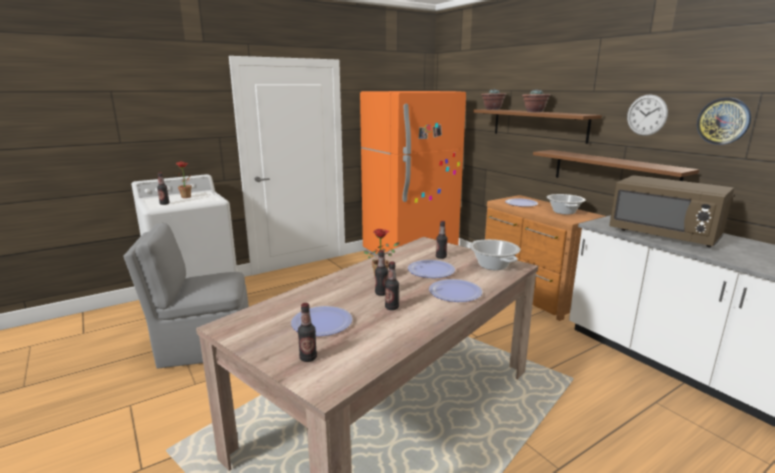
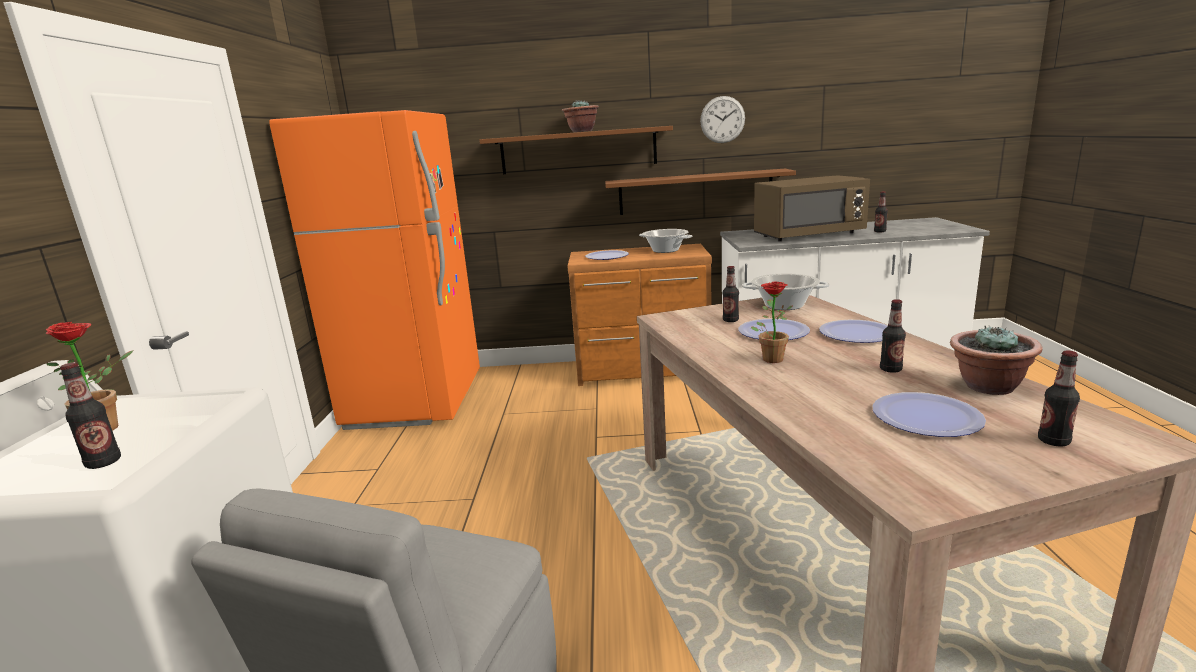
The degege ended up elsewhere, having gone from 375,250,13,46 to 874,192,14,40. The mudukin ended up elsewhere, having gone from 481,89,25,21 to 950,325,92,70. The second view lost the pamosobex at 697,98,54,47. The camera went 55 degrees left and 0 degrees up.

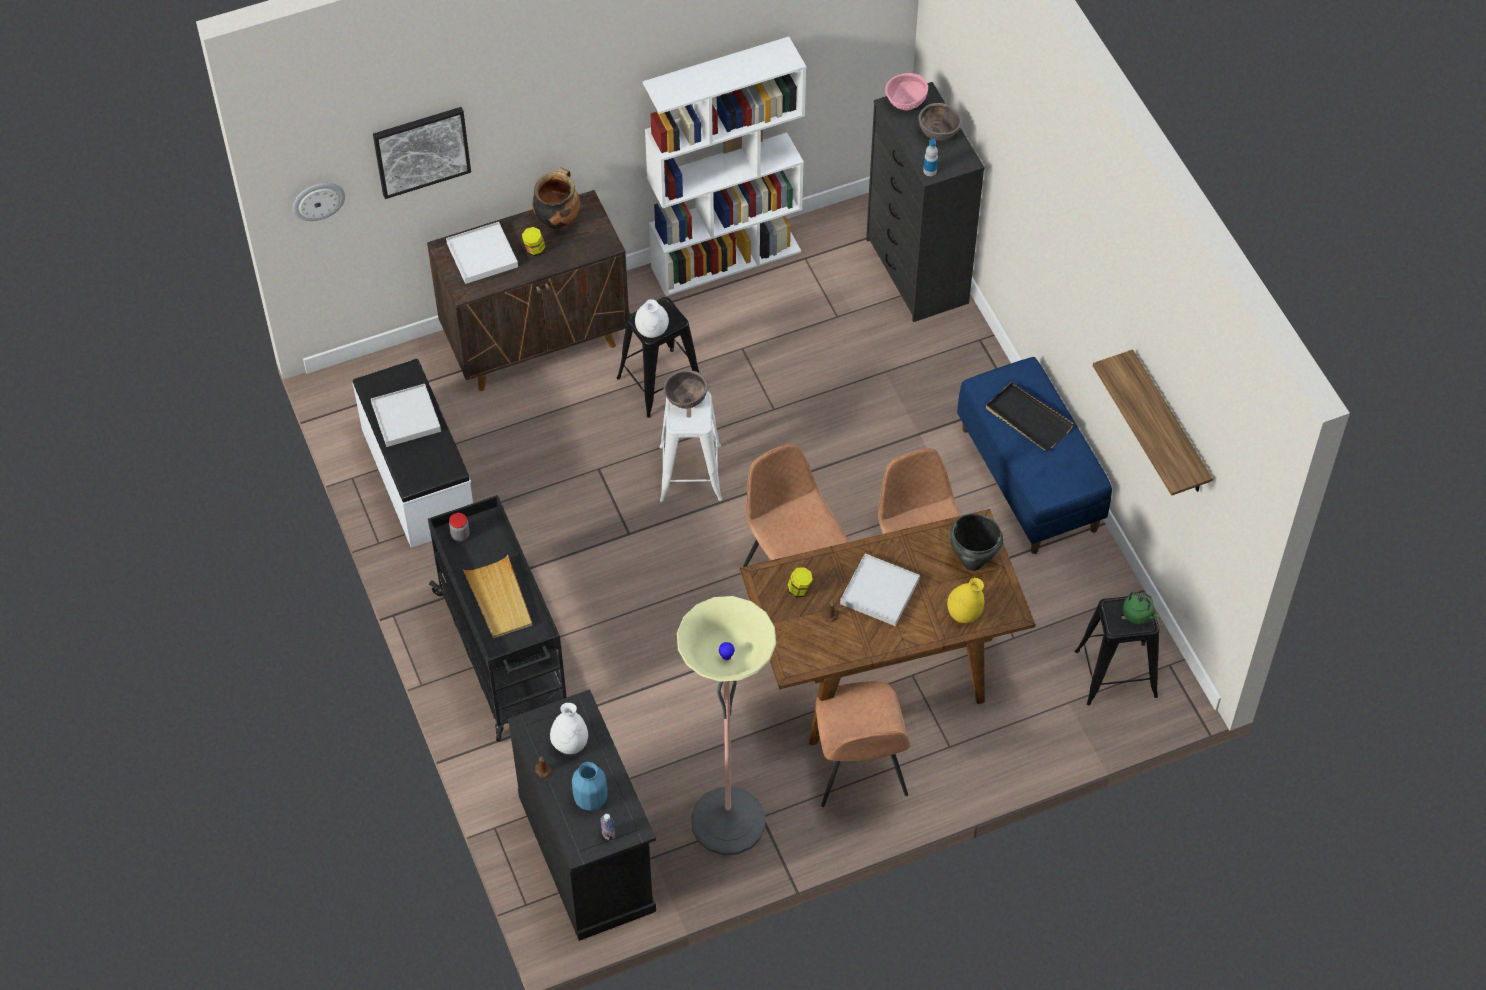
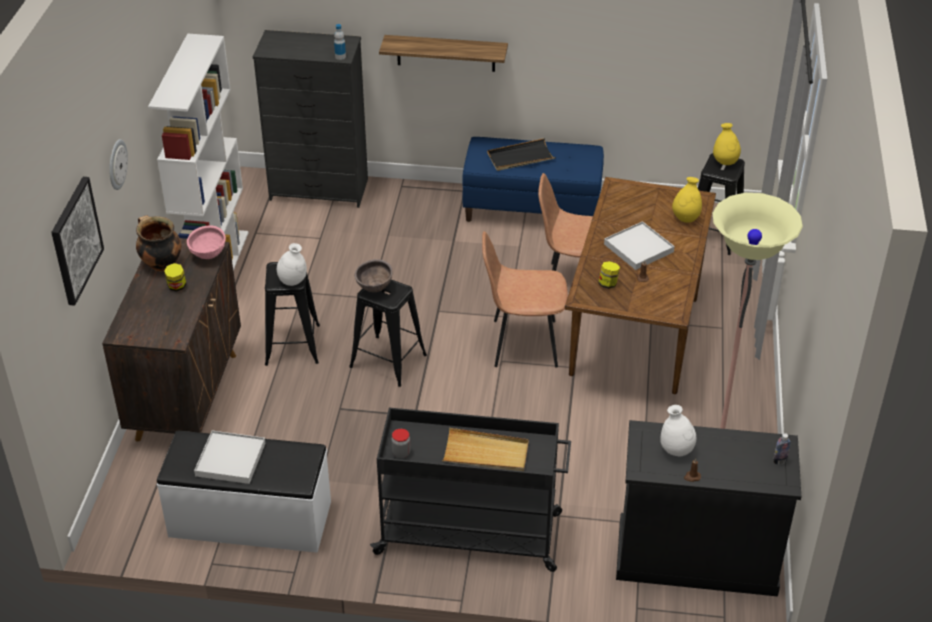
The pamosobex ended up elsewhere, having gone from 293,183,52,38 to 109,139,19,51. The second view lost the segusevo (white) at 446,222,72,62. The second view lost the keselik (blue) at 572,762,35,49. What was the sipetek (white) at 660,391,62,111 turned into the sipetek (black) at 349,280,78,107. The second view lost the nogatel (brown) at 816,681,94,126. The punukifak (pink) ended up elsewhere, having gone from 885,73,43,37 to 187,225,39,34. The second view lost the punukifak (brown) at 918,103,44,38. The second view lost the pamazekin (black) at 950,514,53,57. The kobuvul ended up elsewhere, having gone from 1093,349,120,147 to 379,35,129,37. Where the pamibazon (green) stood at 1123,592,37,32, the keselik (yellow) came to stand at 713,123,28,42. The camera went 60 degrees left and 15 degrees down.

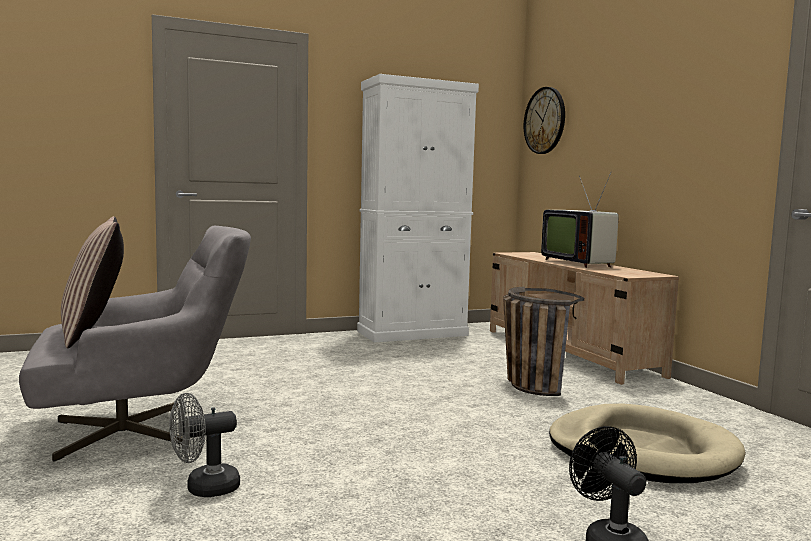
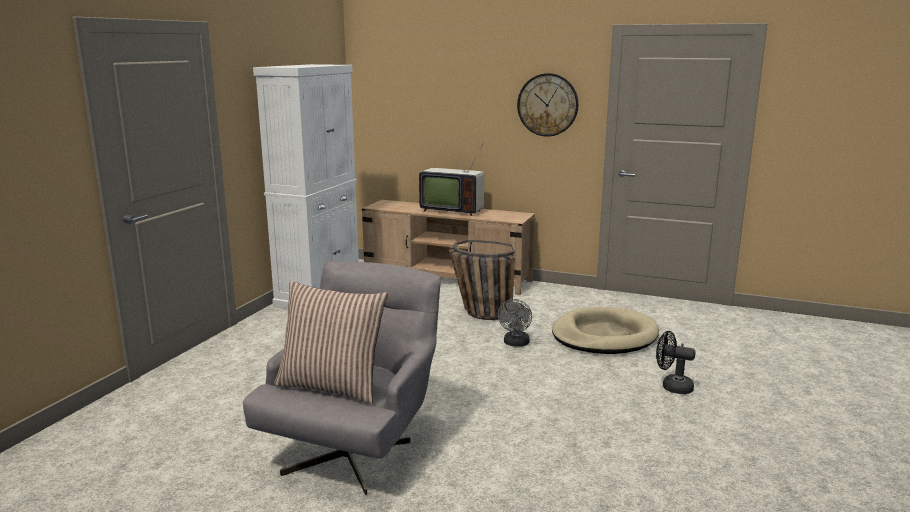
The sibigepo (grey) ended up elsewhere, having gone from 169,393,71,104 to 498,299,34,48. The pamosobex ended up elsewhere, having gone from 524,87,41,67 to 517,73,61,64. The camera went 45 degrees left and 10 degrees up.

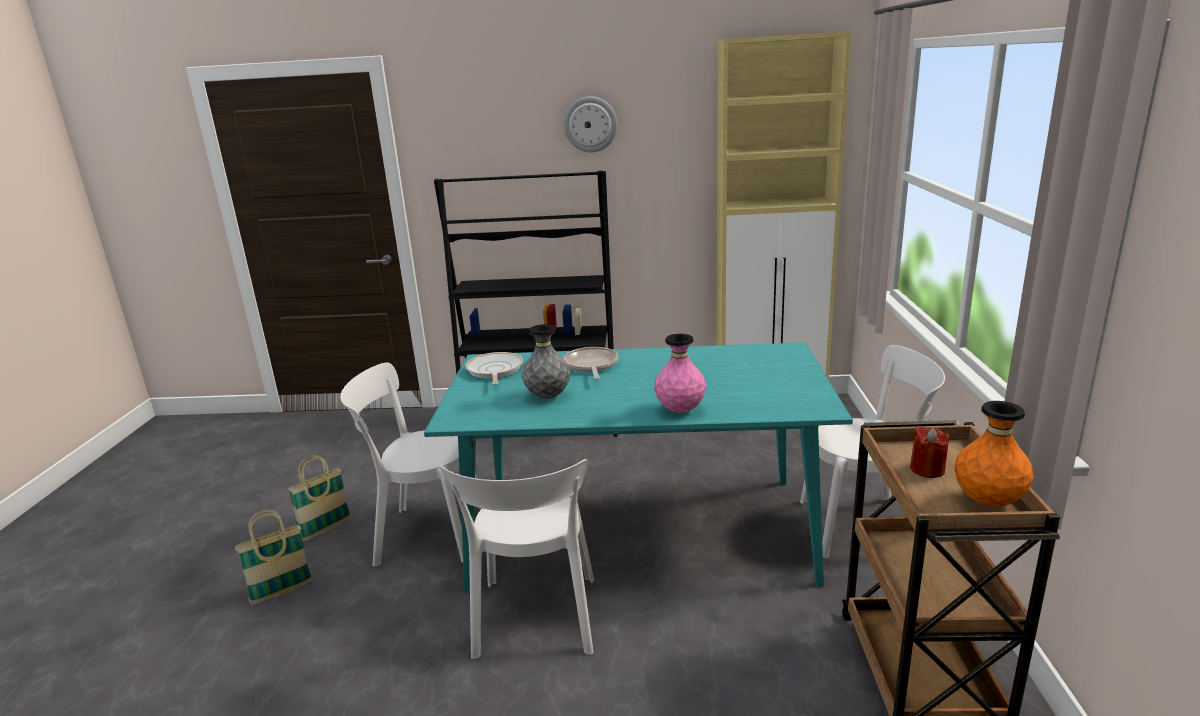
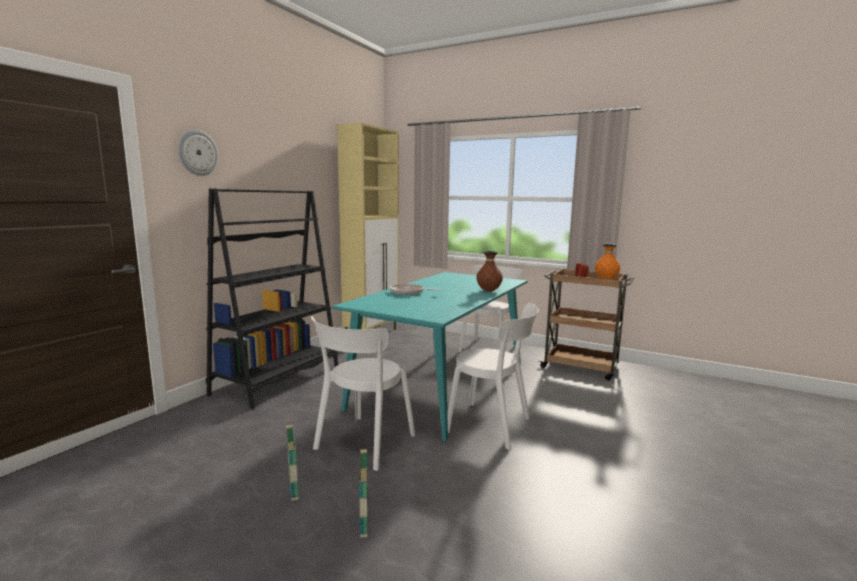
The second view lost the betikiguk at 465,352,58,33. The second view lost the keselik (grey) at 522,324,48,75. The pamosobex ended up elsewhere, having gone from 564,96,53,57 to 178,130,41,46. What was the keselik (pink) at 654,334,52,79 turned into the keselik (brown) at 476,251,27,40. The camera went 65 degrees left and 10 degrees down.

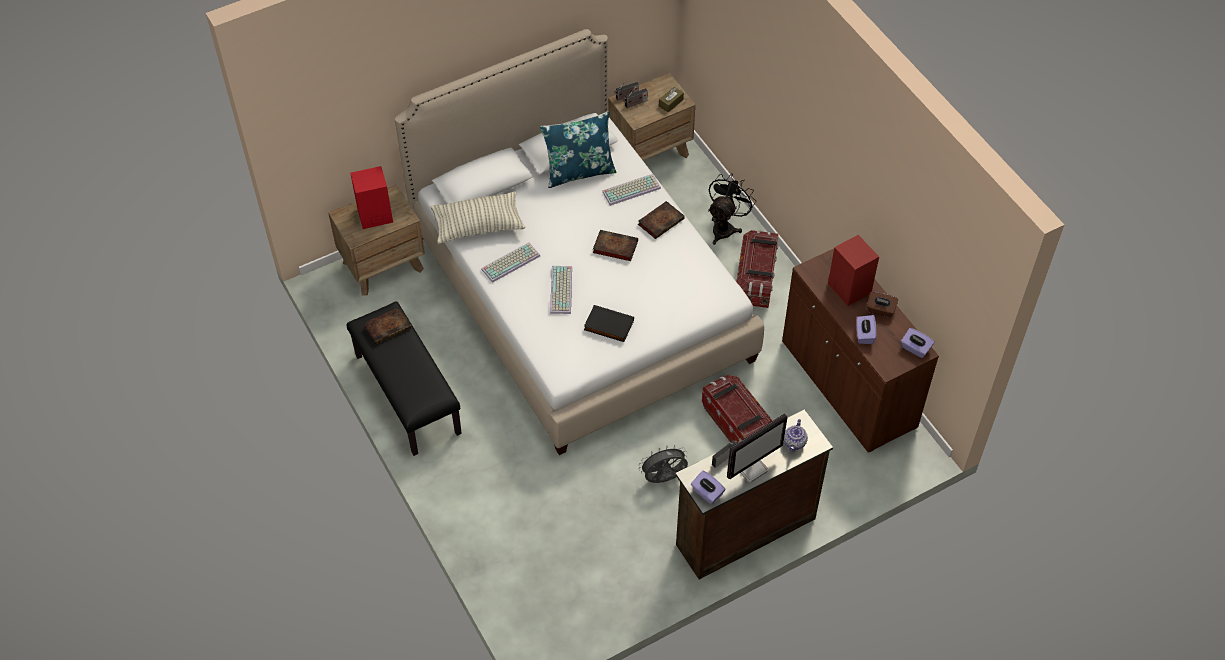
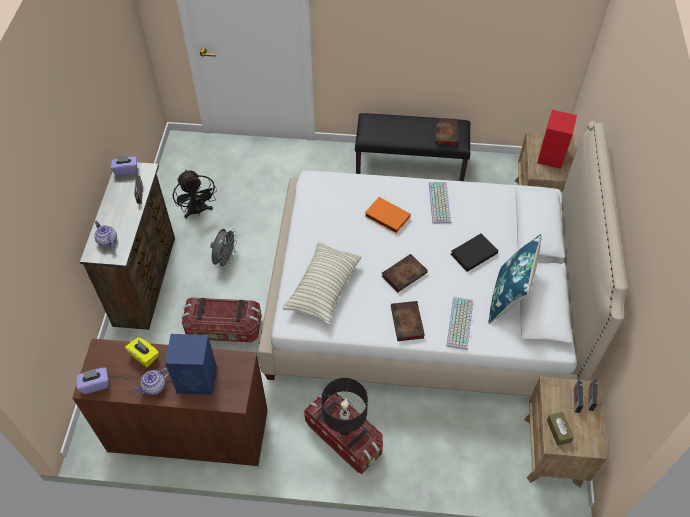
The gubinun ended up elsewhere, having gone from 431,191,95,53 to 283,242,79,82. Where the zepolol stood at 550,266,22,48, the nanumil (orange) came to stand at 365,197,46,36. The nanumil (black) ended up elsewhere, having gone from 584,305,50,37 to 450,233,48,39. The sibigepo (black) ended up elsewhere, having gone from 708,173,48,72 to 173,169,44,50. The second view lost the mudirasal at 727,414,61,68. What was the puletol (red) at 828,235,51,71 turned into the puletol (blue) at 165,334,52,61. What was the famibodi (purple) at 856,315,20,29 turned into the famibodi (yellow) at 125,337,34,30. Where the famibodi (brown) stood at 867,292,31,26, the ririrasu came to stand at 133,368,36,27. The second view gained the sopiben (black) at 321,378,47,57. The camera went 125 degrees right and 0 degrees up.

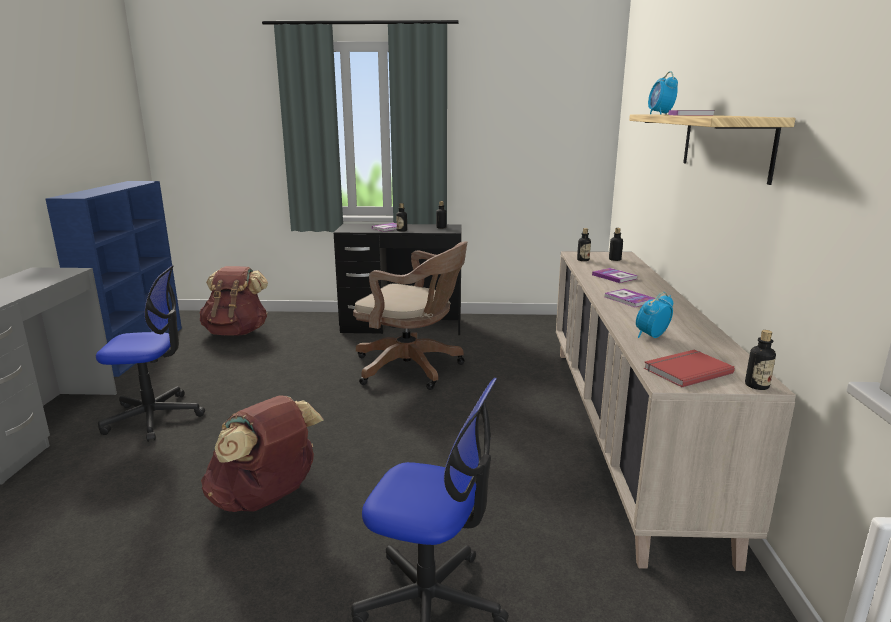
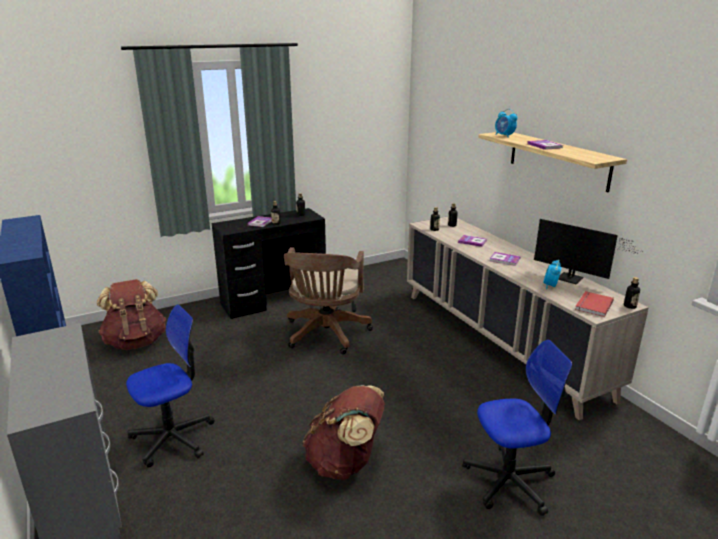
The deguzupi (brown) at 353,241,114,149 ended up facing another way, 105 degrees clockwise from before. The second view gained the mudirasal at 534,219,109,65. The camera went 30 degrees left and 5 degrees up.

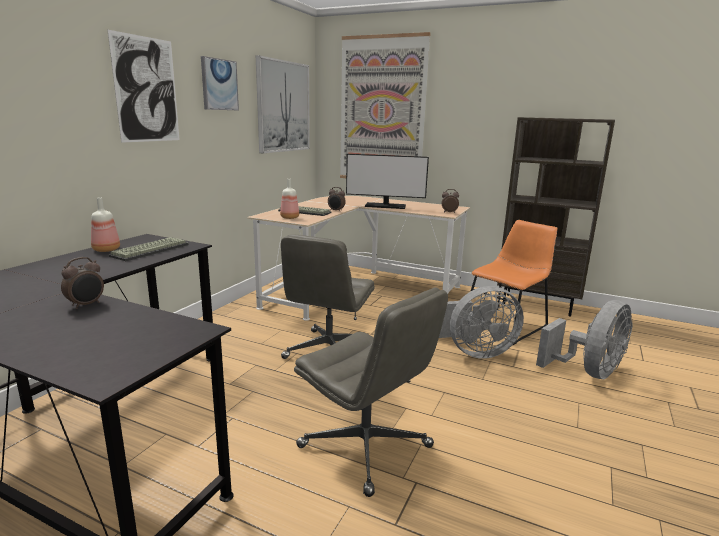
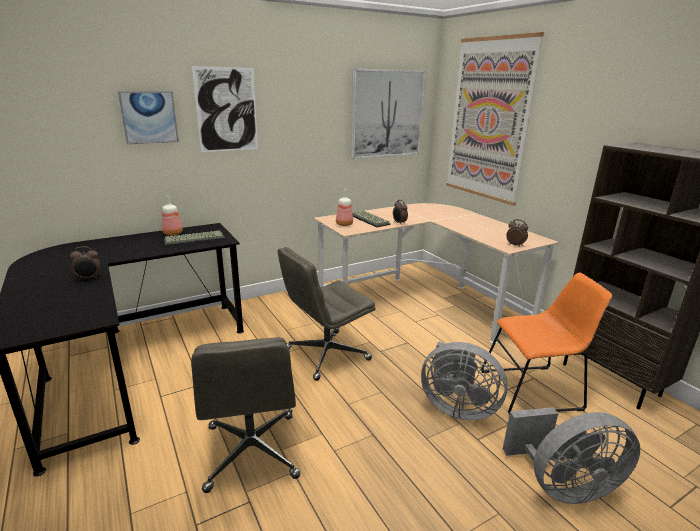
The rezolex ended up elsewhere, having gone from 201,56,38,55 to 118,91,61,53. The second view lost the mudirasal at 346,154,83,55. The camera went 35 degrees right and 5 degrees up.

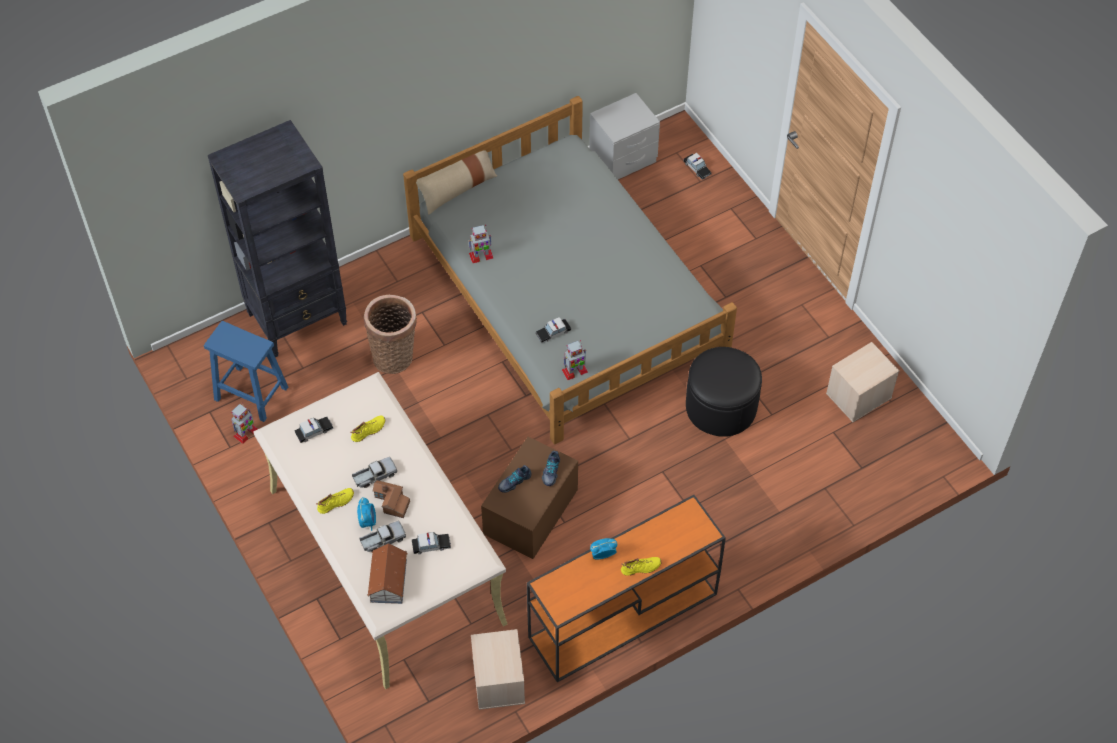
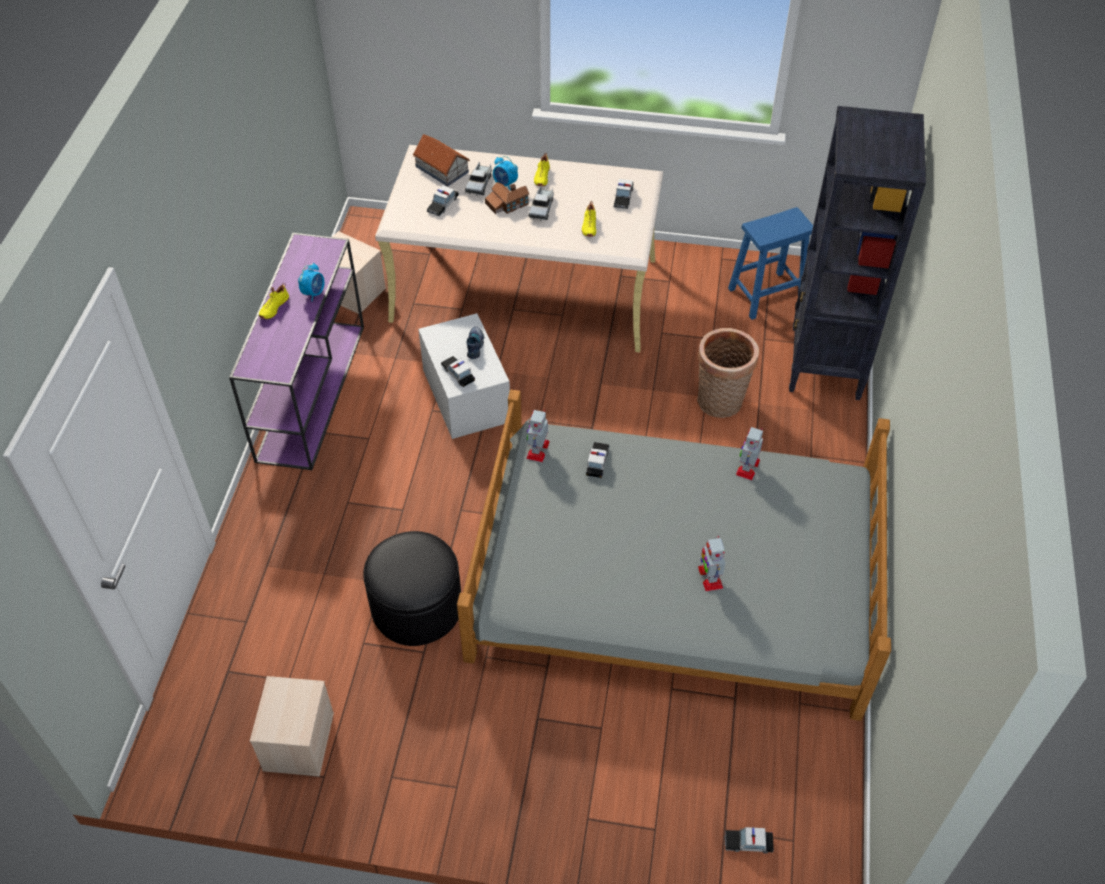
The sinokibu ended up elsewhere, having gone from 231,402,27,42 to 698,536,27,55. The second view lost the gubinun (beige) at 416,150,81,65. What was the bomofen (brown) at 481,437,97,122 turned into the bomofen (white) at 418,313,92,126. What was the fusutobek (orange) at 527,495,199,187 turned into the fusutobek (purple) at 229,233,135,237. Where the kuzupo stood at 542,451,18,35, the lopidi came to stand at 441,356,34,31. The second view lost the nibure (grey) at 589,93,71,86. The camera went 130 degrees right and 5 degrees down.

